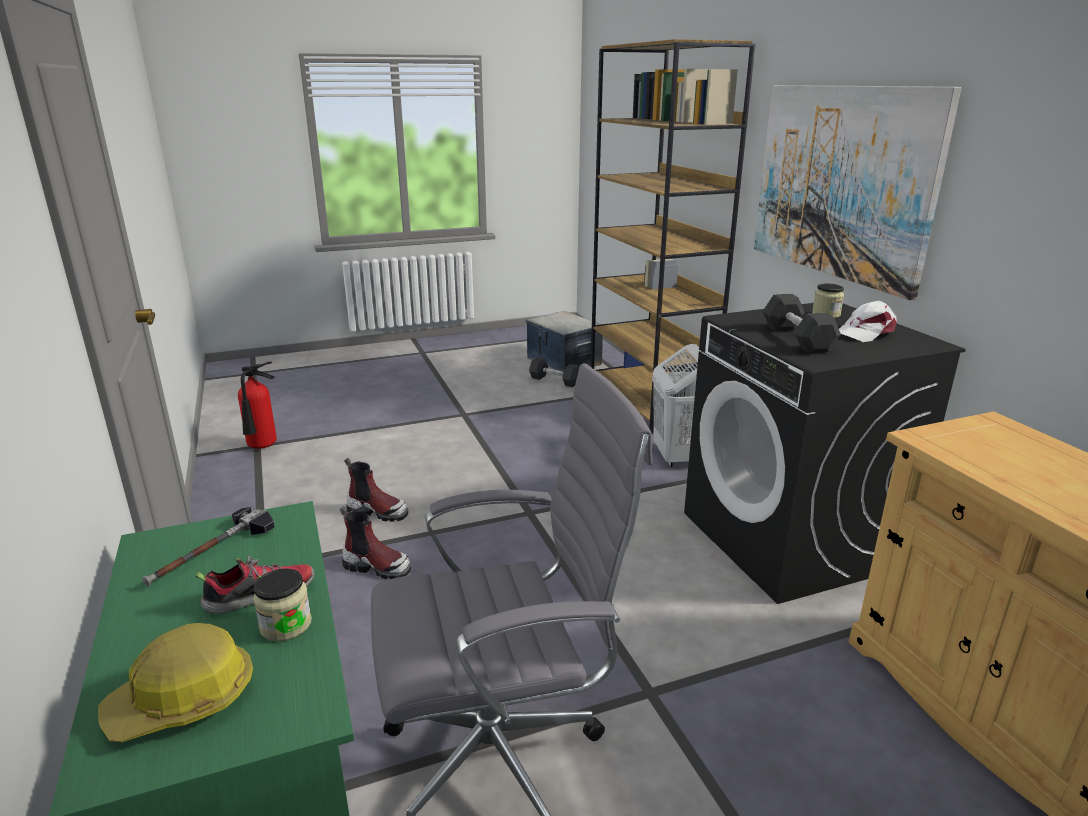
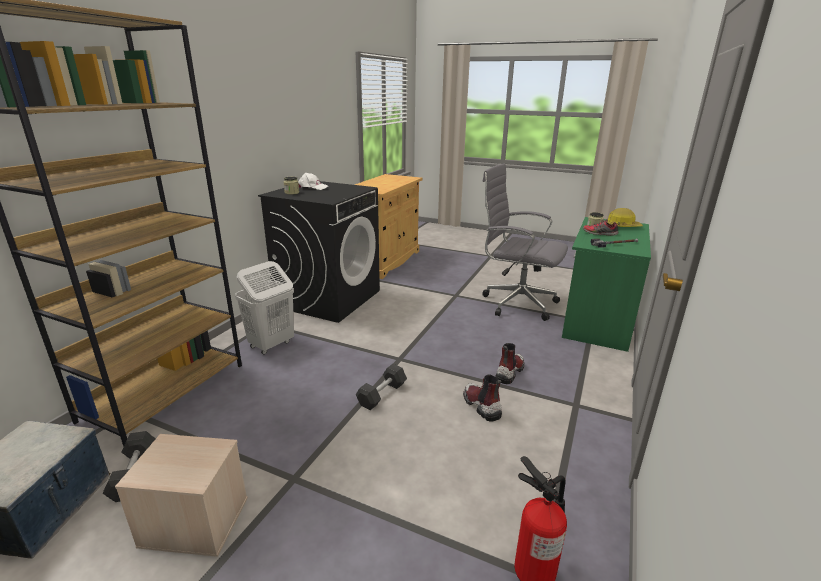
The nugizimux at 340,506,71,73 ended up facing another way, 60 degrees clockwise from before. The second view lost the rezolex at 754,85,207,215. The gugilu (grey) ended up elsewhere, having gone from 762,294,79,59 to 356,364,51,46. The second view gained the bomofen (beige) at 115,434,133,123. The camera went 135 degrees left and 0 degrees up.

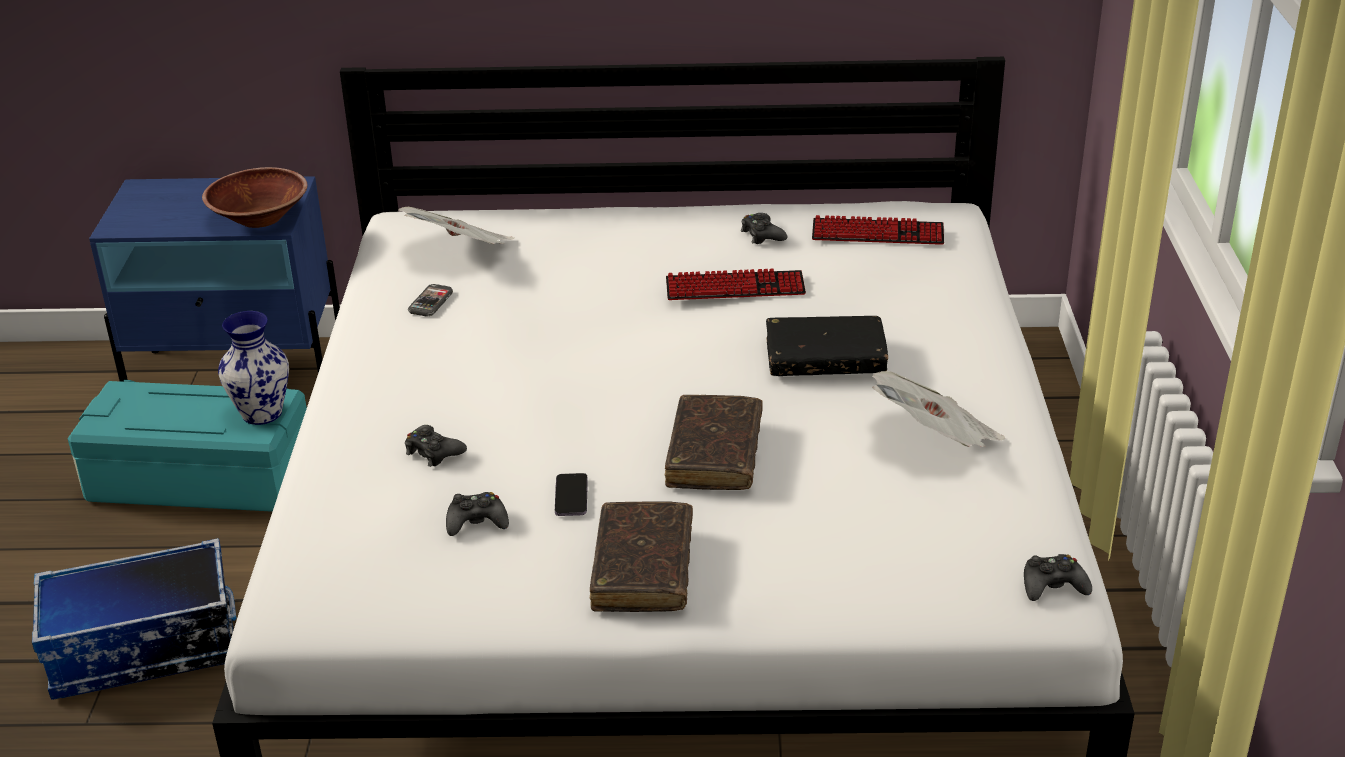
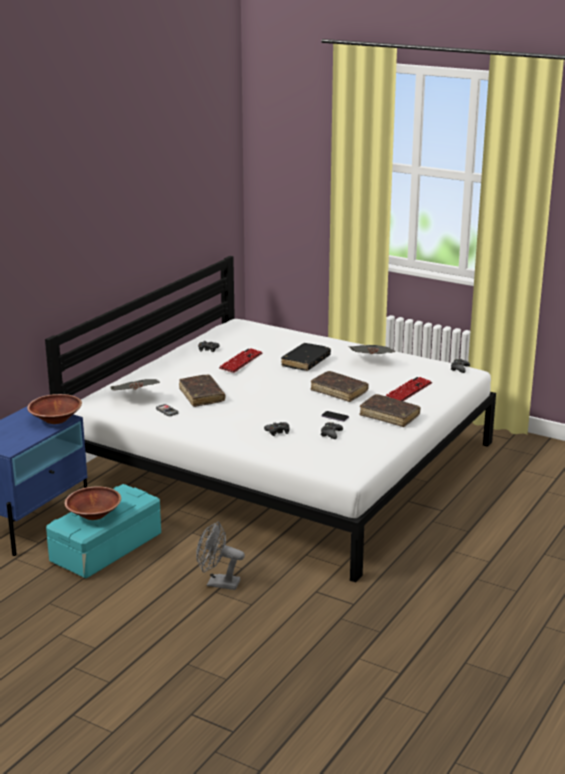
Where the bomofen stood at 32,538,205,162, the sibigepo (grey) came to stand at 196,521,49,69. The second view lost the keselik at 218,311,71,114. The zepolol ended up elsewhere, having gone from 812,215,132,30 to 386,377,46,24. The second view gained the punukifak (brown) at 65,486,56,34. The second view gained the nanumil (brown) at 179,375,46,32. The camera went 60 degrees left and 10 degrees down.

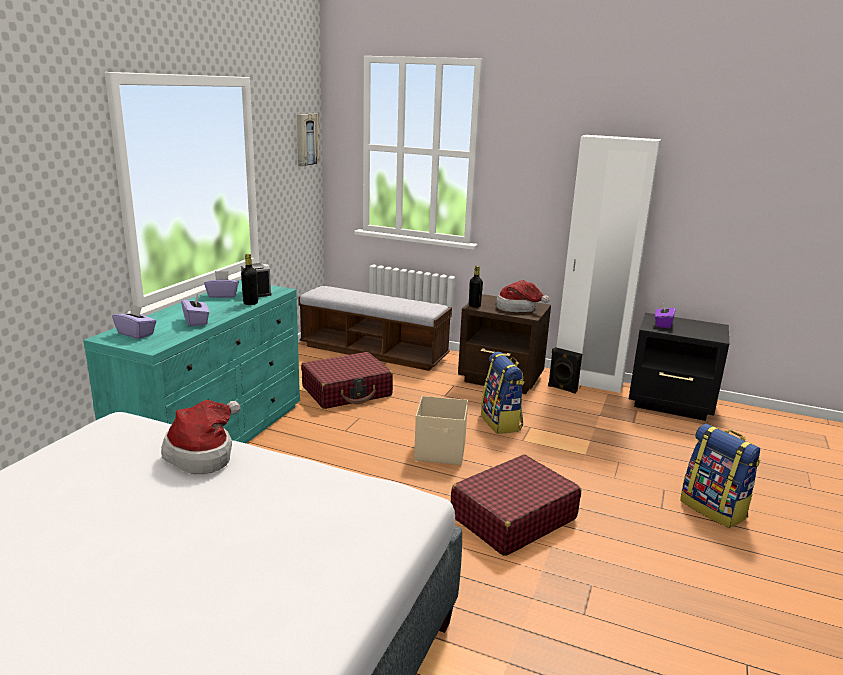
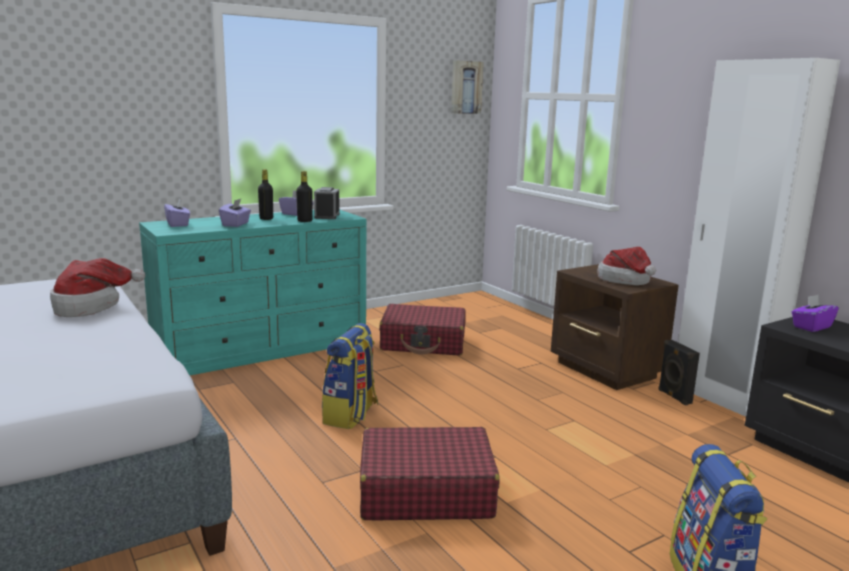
The second view lost the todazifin at 298,286,154,85. The second view lost the bomofen (beige) at 414,396,54,69. The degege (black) ended up elsewhere, having gone from 469,266,14,42 to 258,169,15,51. The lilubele ended up elsewhere, having gone from 481,352,44,82 to 322,323,56,106. The camera went 35 degrees right and 5 degrees down.

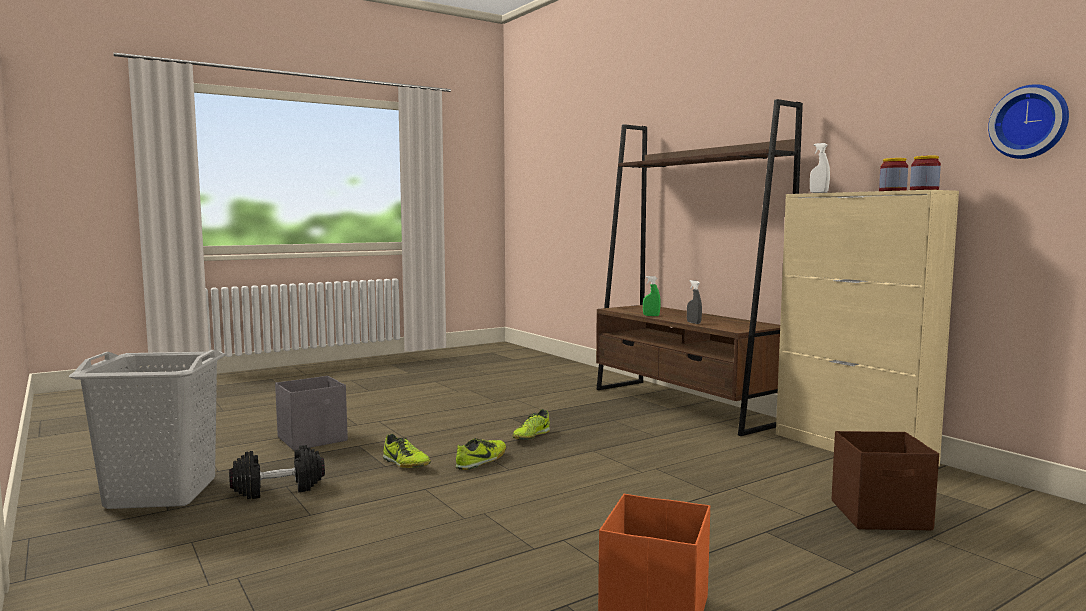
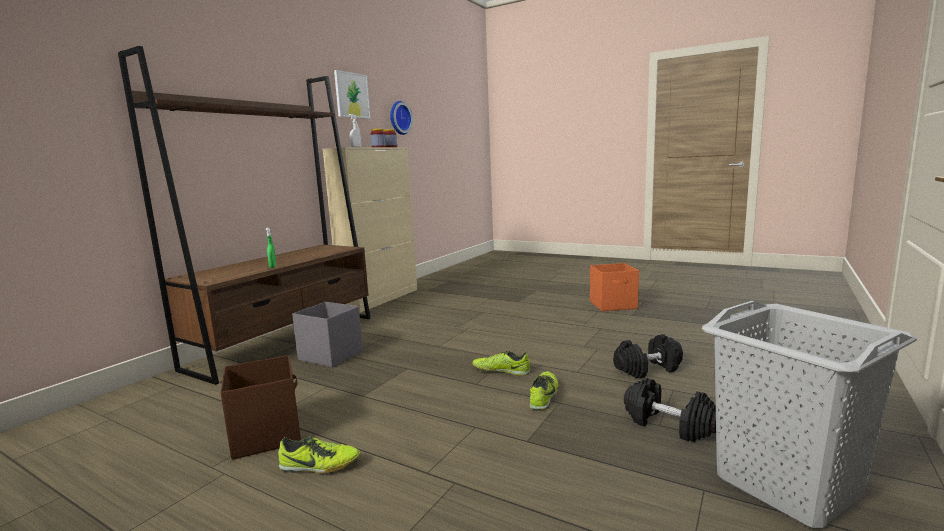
The bomofen (grey) ended up elsewhere, having gone from 275,376,73,74 to 292,302,71,66. The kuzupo ended up elsewhere, having gone from 513,409,37,31 to 278,436,83,37. The second view lost the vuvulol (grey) at 687,280,15,44. The bomofen (brown) ended up elsewhere, having gone from 832,431,107,99 to 221,355,80,105. The second view gained the rezolex at 334,70,37,49. The second view gained the gugilu (black) at 613,334,70,44. The camera went 115 degrees left and 5 degrees up.

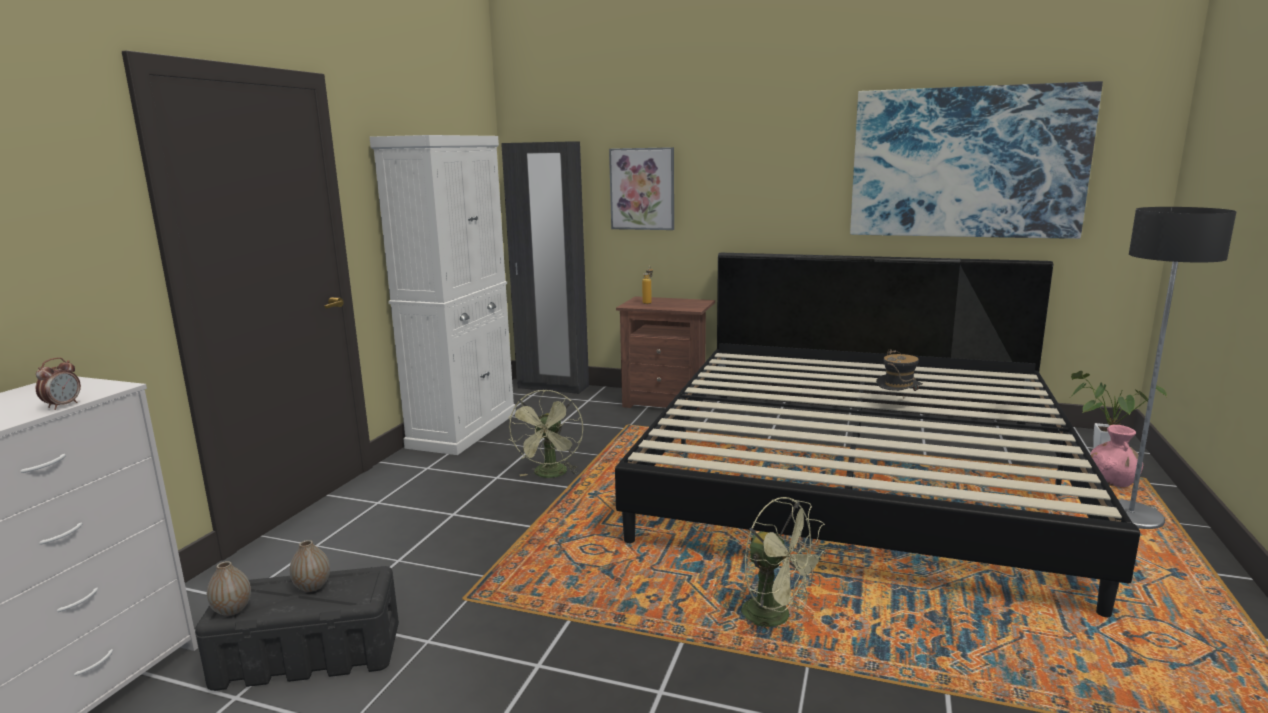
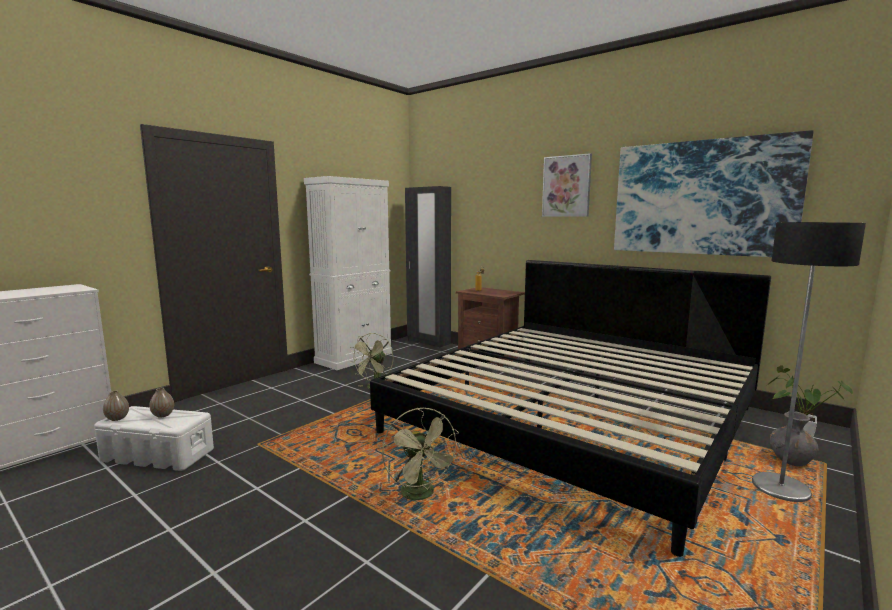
The second view lost the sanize at 36,358,45,52. What was the bomofen (black) at 195,566,204,125 turned into the bomofen (white) at 94,406,120,65. The rezolex ended up elsewhere, having gone from 609,147,65,83 to 542,153,50,64. The second view lost the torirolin at 876,349,47,49. What was the keselik (pink) at 1090,425,53,62 turned into the keselik (grey) at 770,411,48,55. The camera went 20 degrees right and 5 degrees down.

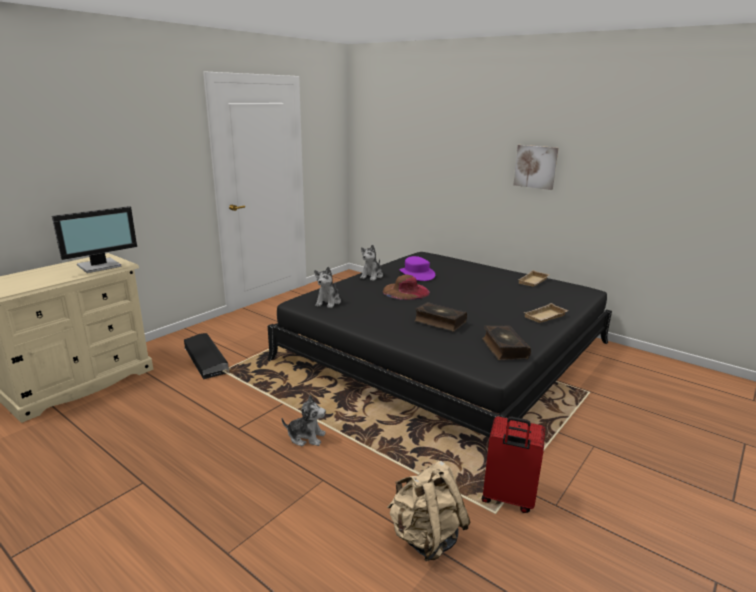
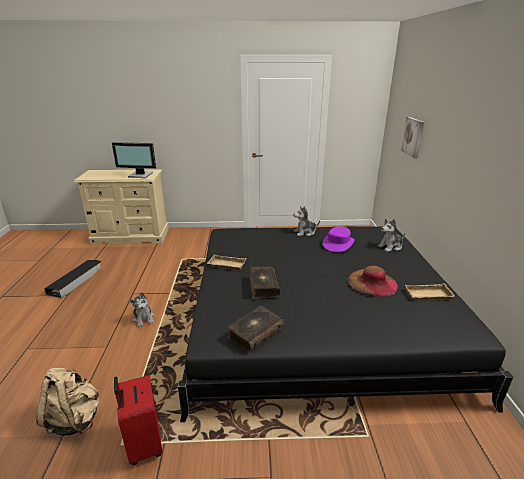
The bomofen (black) ended up elsewhere, having gone from 184,333,45,46 to 44,260,58,38. The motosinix ended up elsewhere, having gone from 314,267,27,41 to 378,219,27,33. The torirolin (brown) ended up elsewhere, having gone from 383,275,47,25 to 348,266,50,31. The rezolex ended up elsewhere, having gone from 513,145,45,45 to 401,117,23,41. The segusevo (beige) ended up elsewhere, having gone from 523,303,45,20 to 207,255,39,15. The camera went 50 degrees right and 5 degrees up.

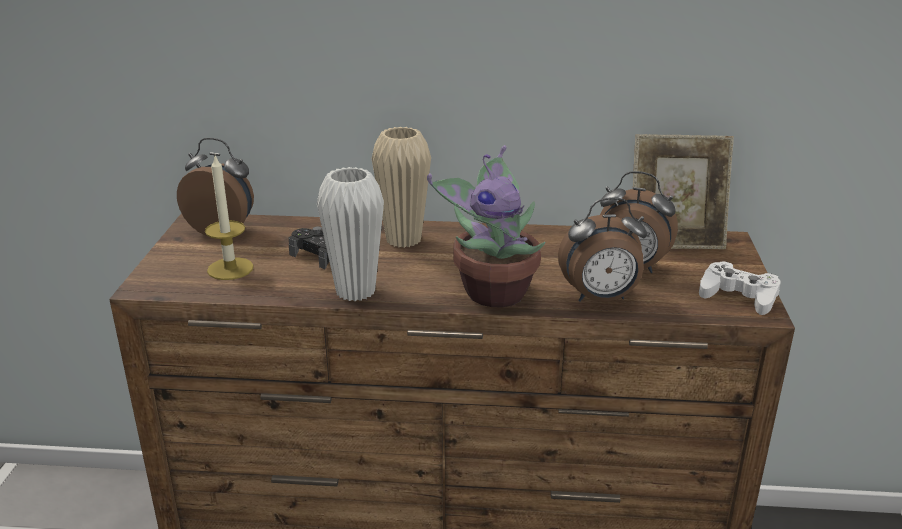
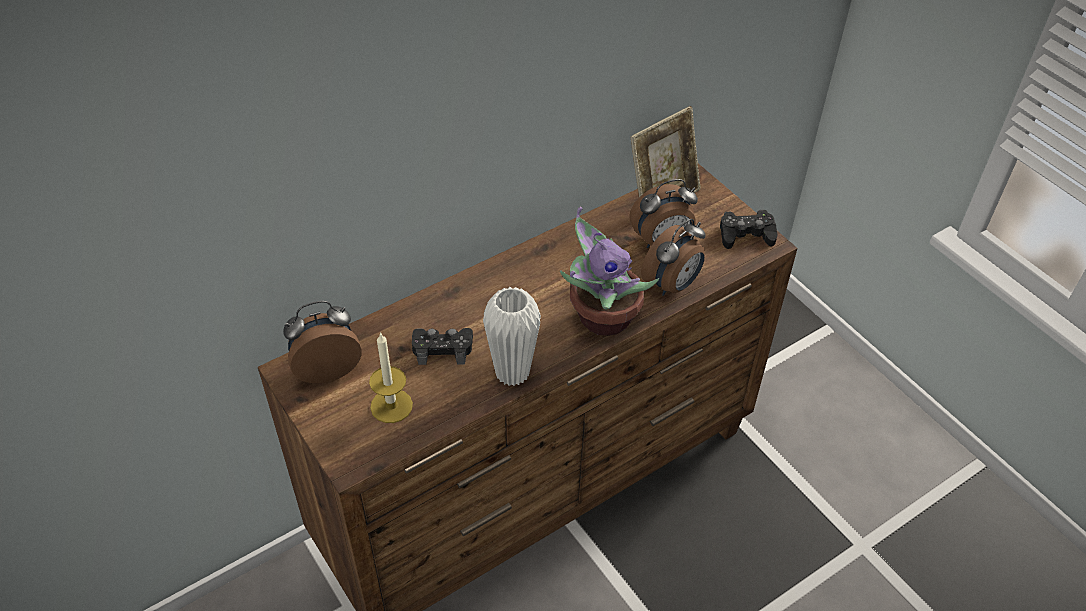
The second view lost the keselik (beige) at 372,127,59,121. What was the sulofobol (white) at 699,261,82,54 turned into the sulofobol (black) at 720,210,57,39. The camera went 40 degrees left and 20 degrees up.

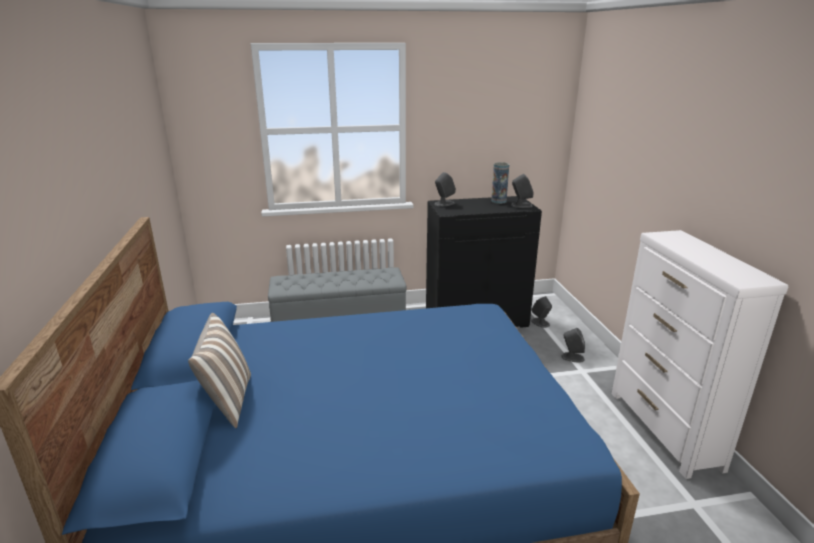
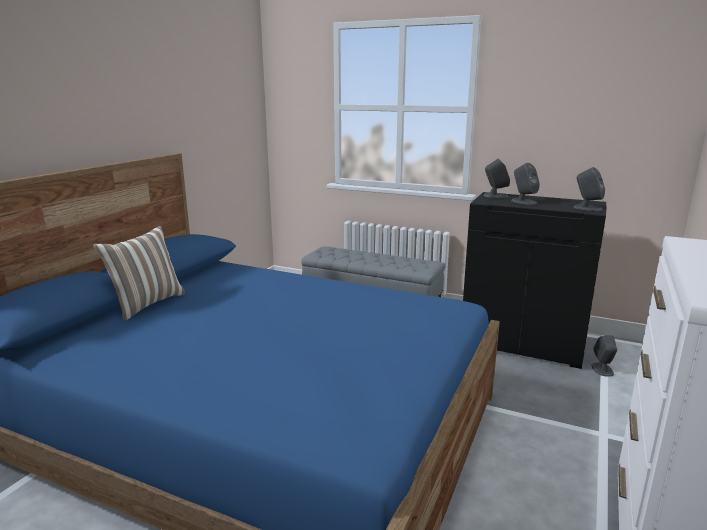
The second view lost the keselik at 491,162,18,42. The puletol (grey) ended up elsewhere, having gone from 562,328,23,35 to 511,163,29,42. The camera went 35 degrees right and 5 degrees down.

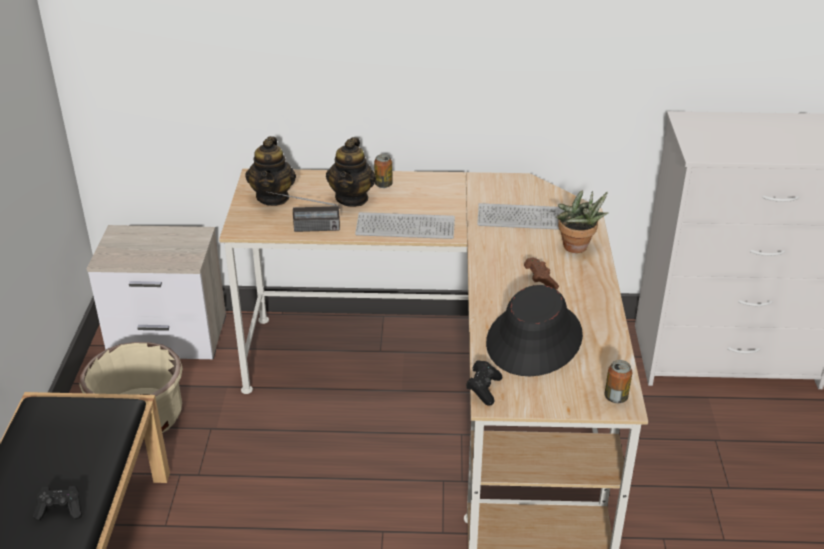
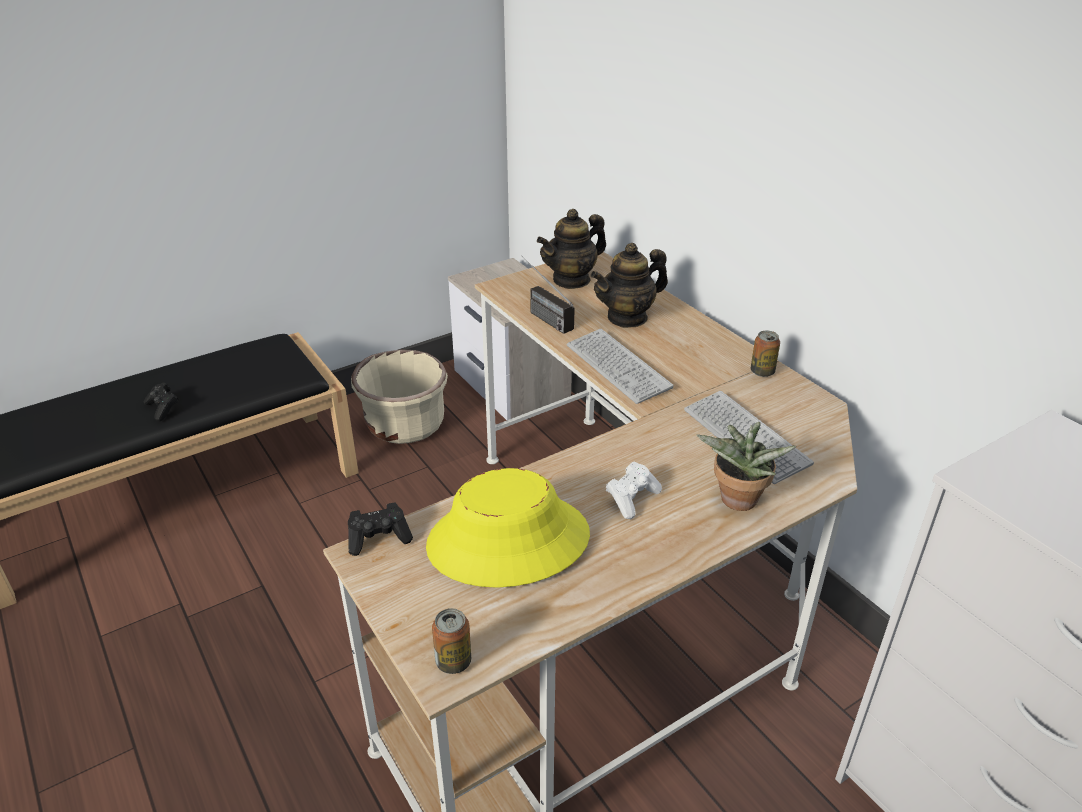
The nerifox ended up elsewhere, having gone from 374,154,19,34 to 751,330,29,47. What was the torirolin (black) at 486,285,97,91 turned into the torirolin (yellow) at 426,468,164,120. What was the sulofobol (brown) at 524,258,35,32 turned into the sulofobol (white) at 606,462,56,57. The camera went 55 degrees right and 0 degrees up.

